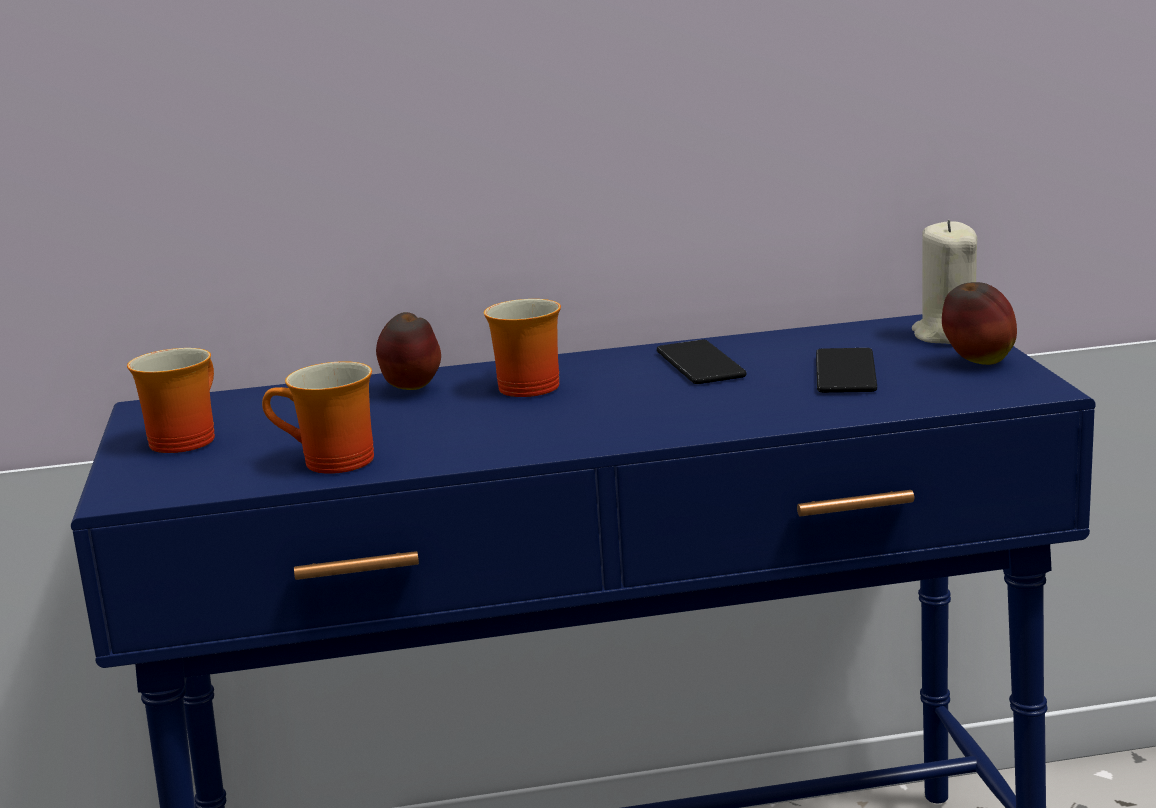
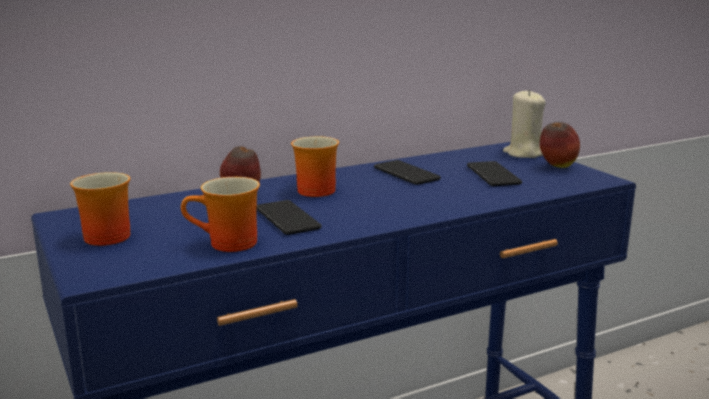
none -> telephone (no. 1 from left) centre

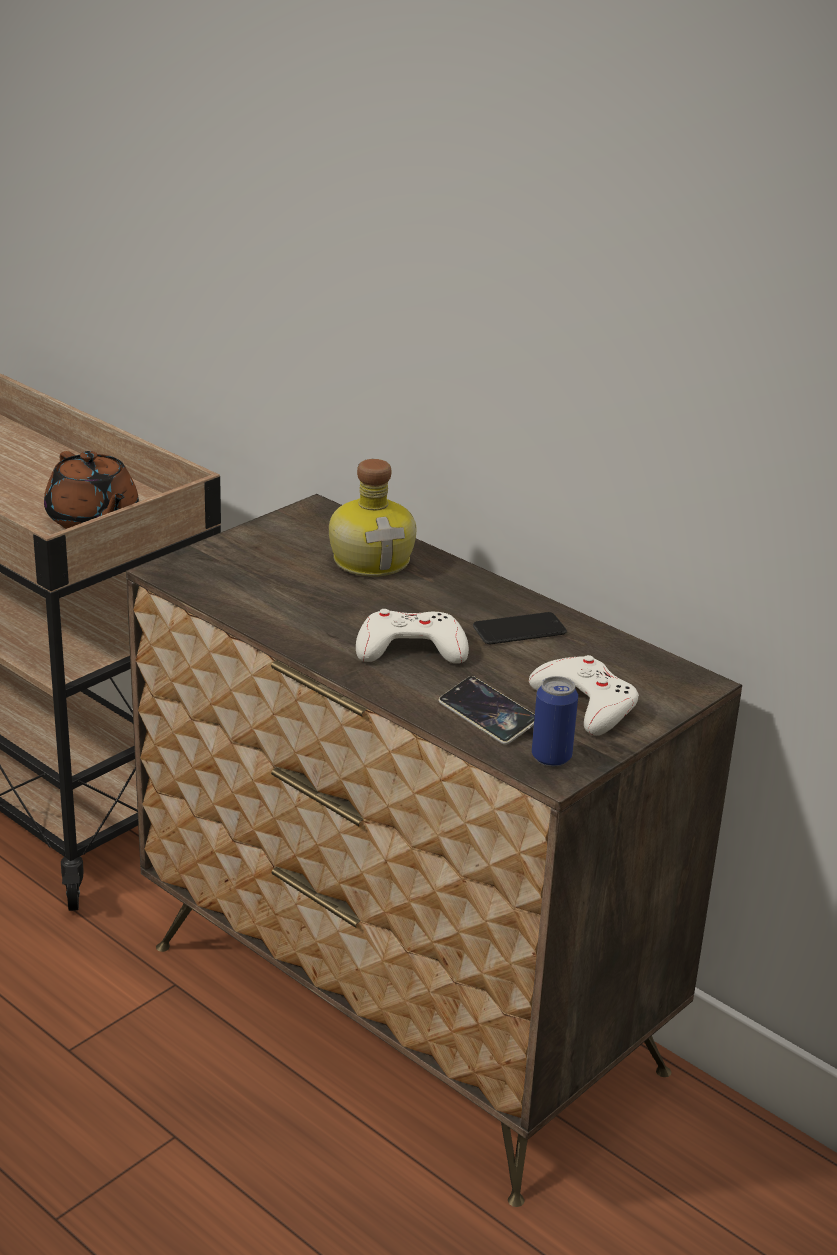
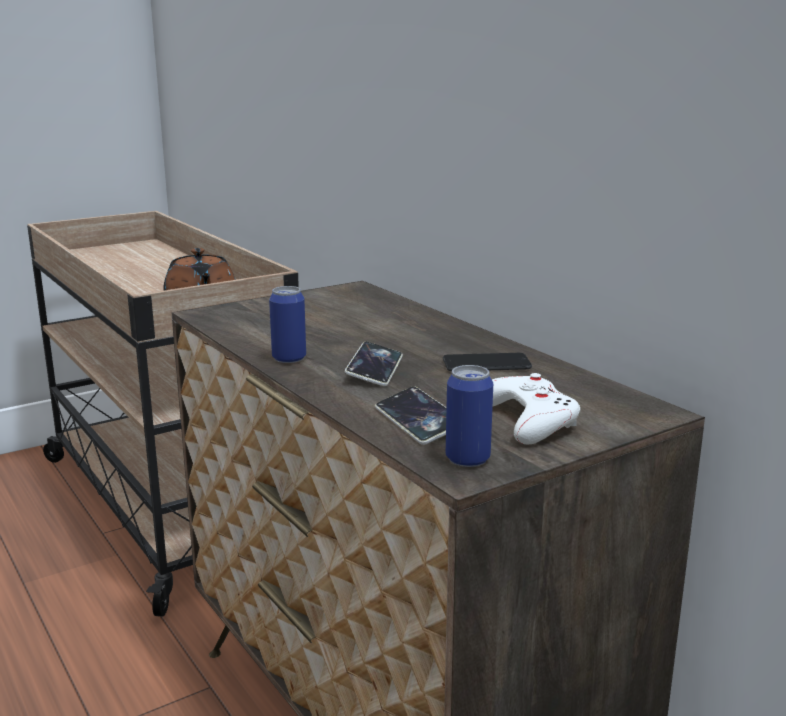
beverage bottle centre -> none
game controller (white-coloured) (no. 1 from left) centre -> telephone (no. 1 from left) centre
none -> sealed can (no. 1 from left) centre

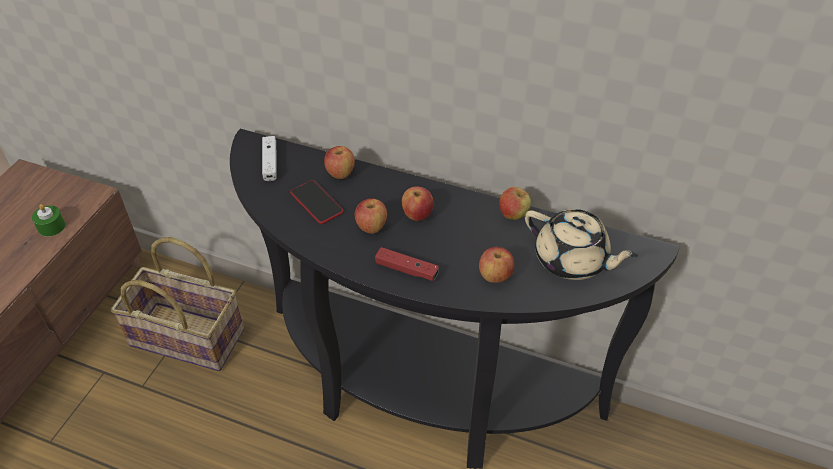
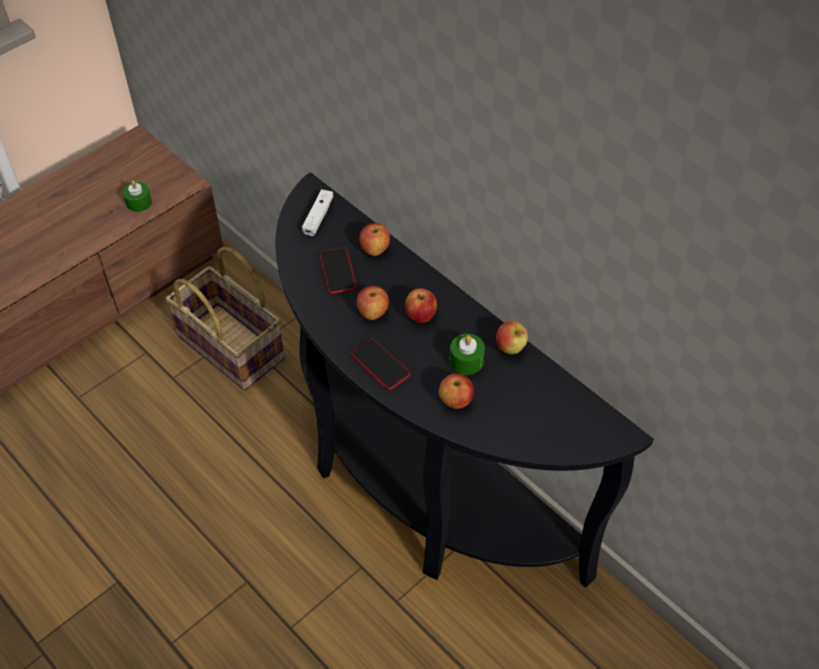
pot for tea (sand-coloured) middle right -> none
game controller (red-coloured) centre -> telephone (no. 2 from left) centre
none -> wax light (green) (no. 2 from left) centre

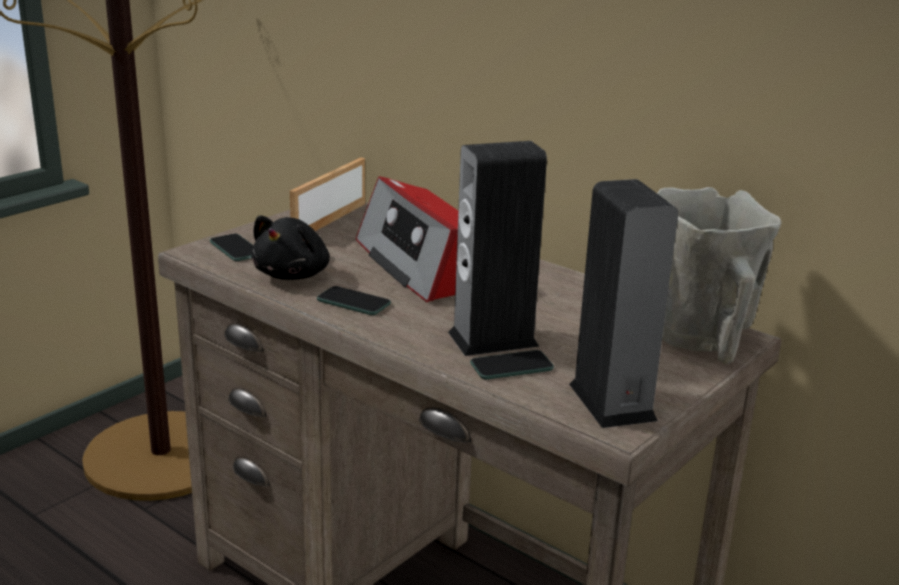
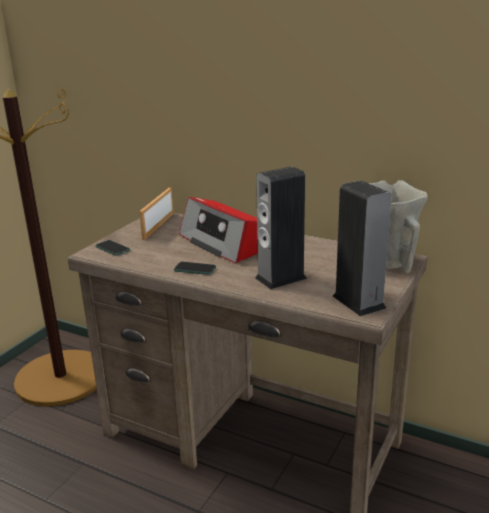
soft toy (black-coloured) middle left -> none
telephone (no. 3 from left) centre -> none

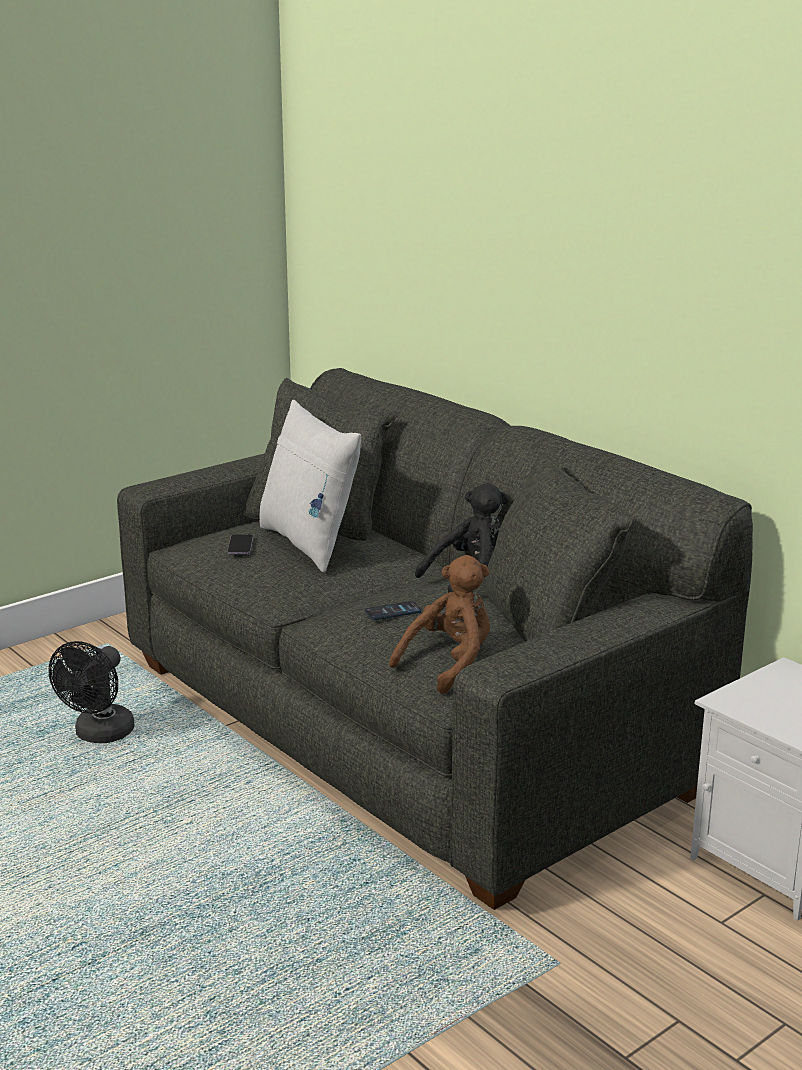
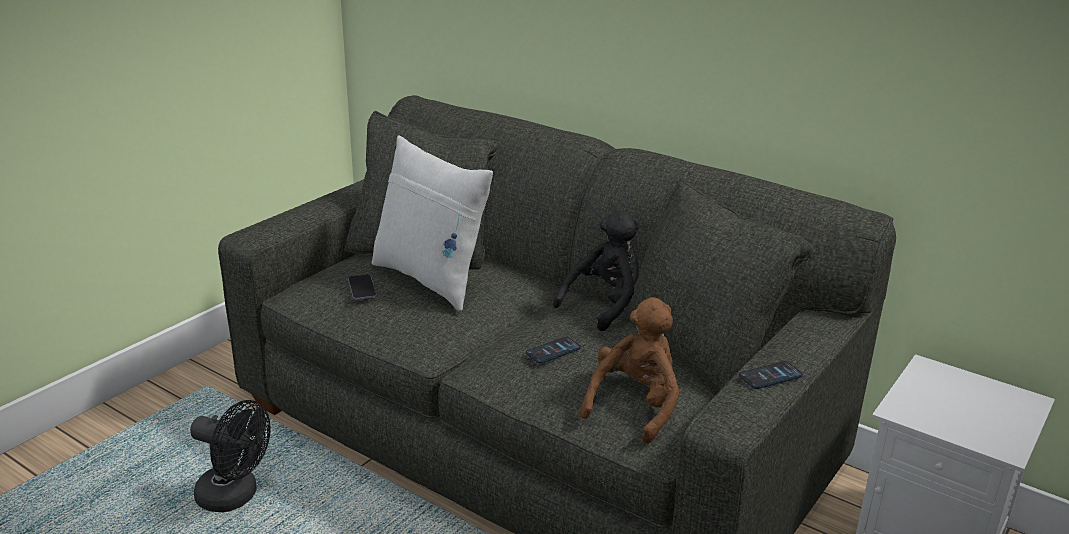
fan (black-coloured) middle left -> fan (black-coloured) bottom left, 75 degrees counterclockwise
none -> telephone (no. 3 from left) bottom right

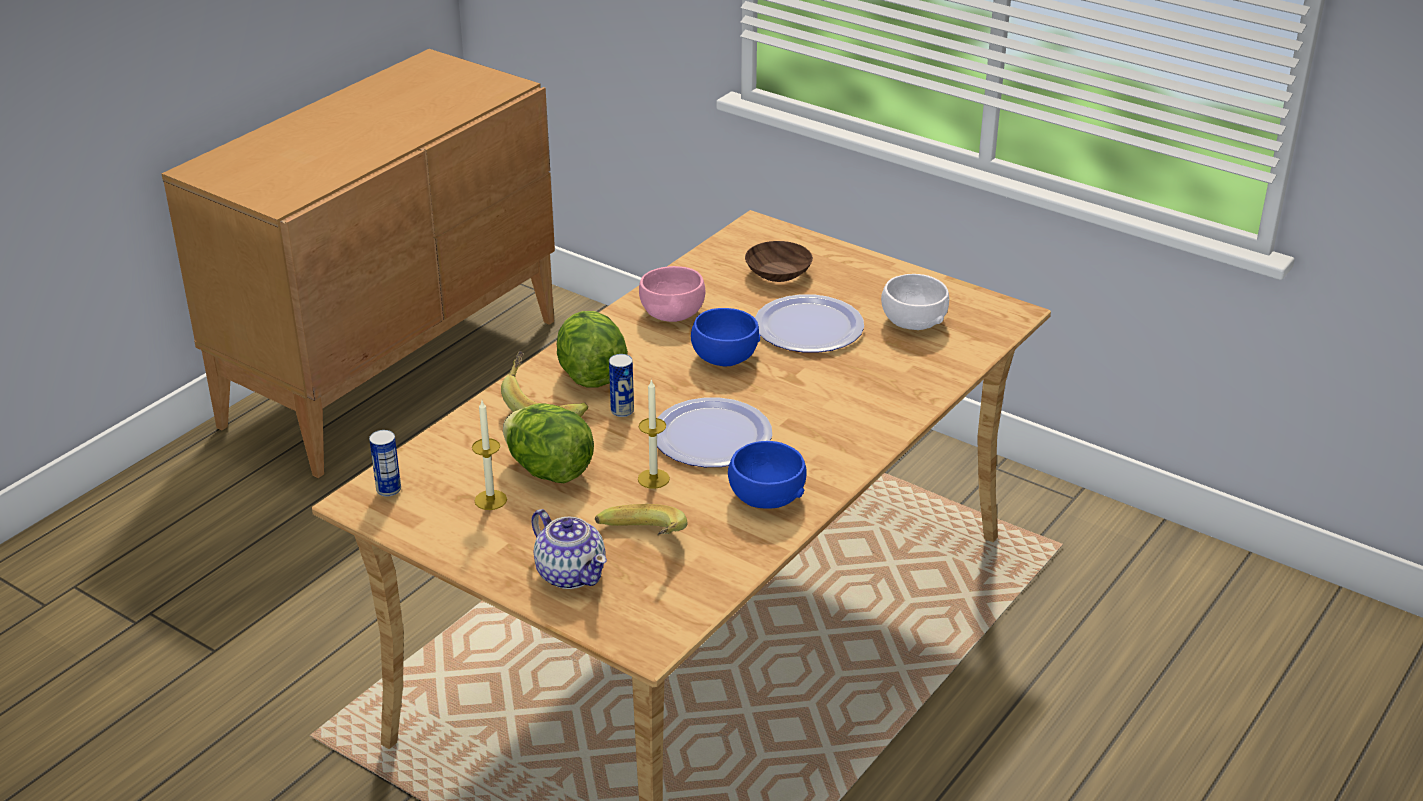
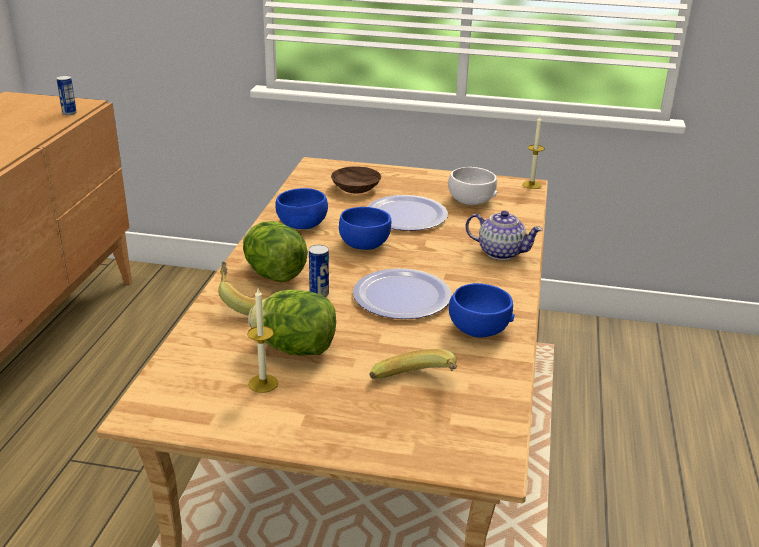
bowl (pinkish) centre -> bowl (blue-coloured) (no. 1 from left) centre
wax light (no. 2 from left) centre -> wax light (no. 2 from left) top right, shifted
sealed can (no. 1 from left) middle left -> sealed can (no. 1 from left) top left, shifted
pot for tea bottom centre -> pot for tea centre, shifted

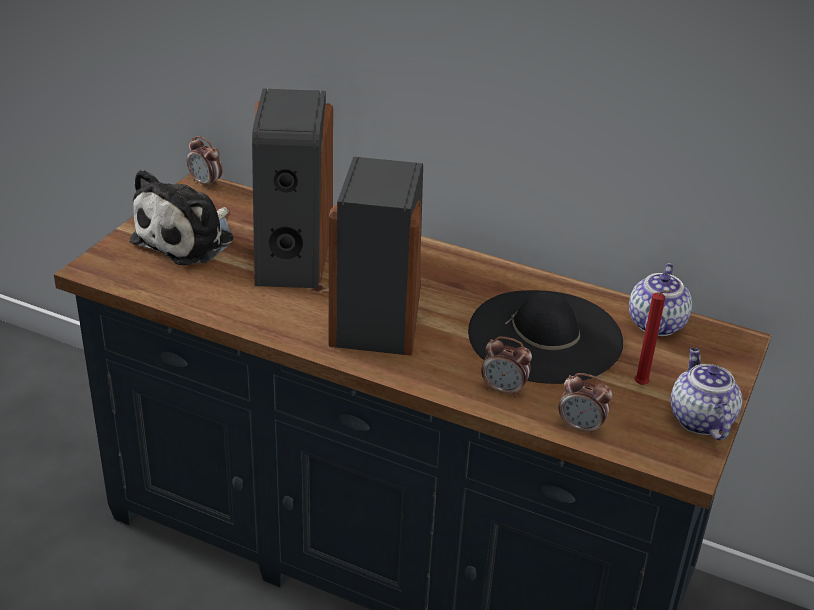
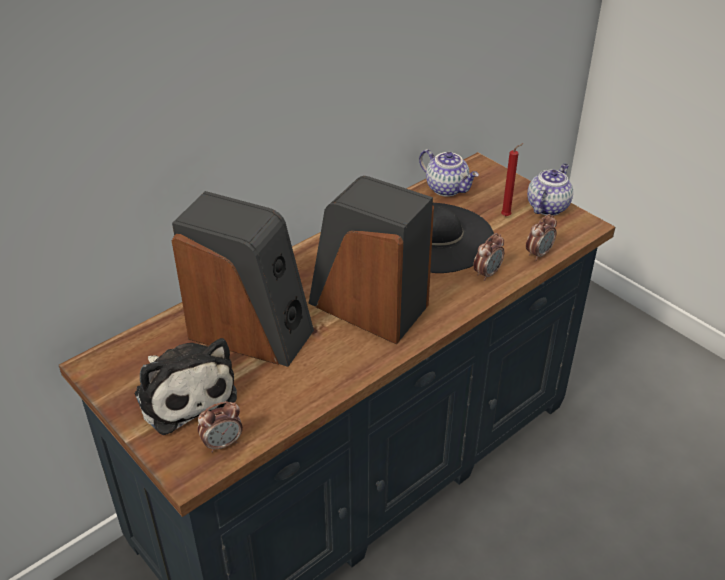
alarm clock (no. 1 from left) top left -> alarm clock (no. 1 from left) bottom left, shifted
pot for tea (no. 2 from left) middle right -> pot for tea (no. 2 from left) top right, 105 degrees clockwise

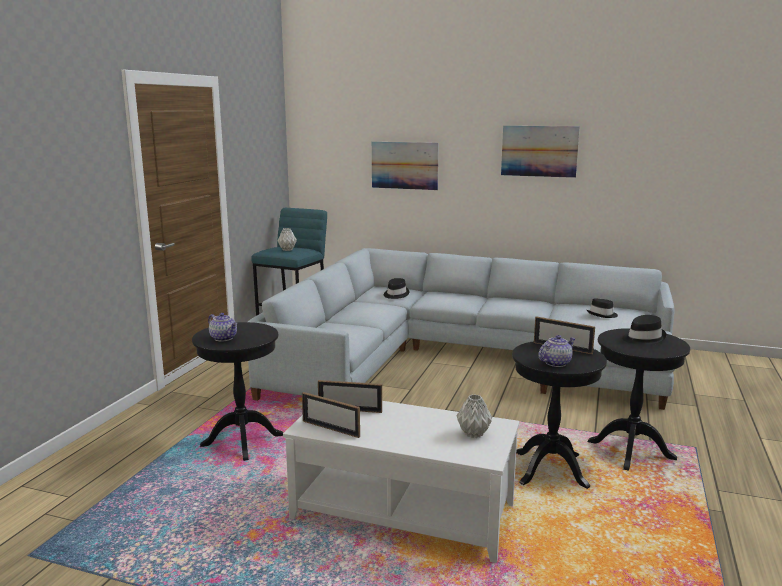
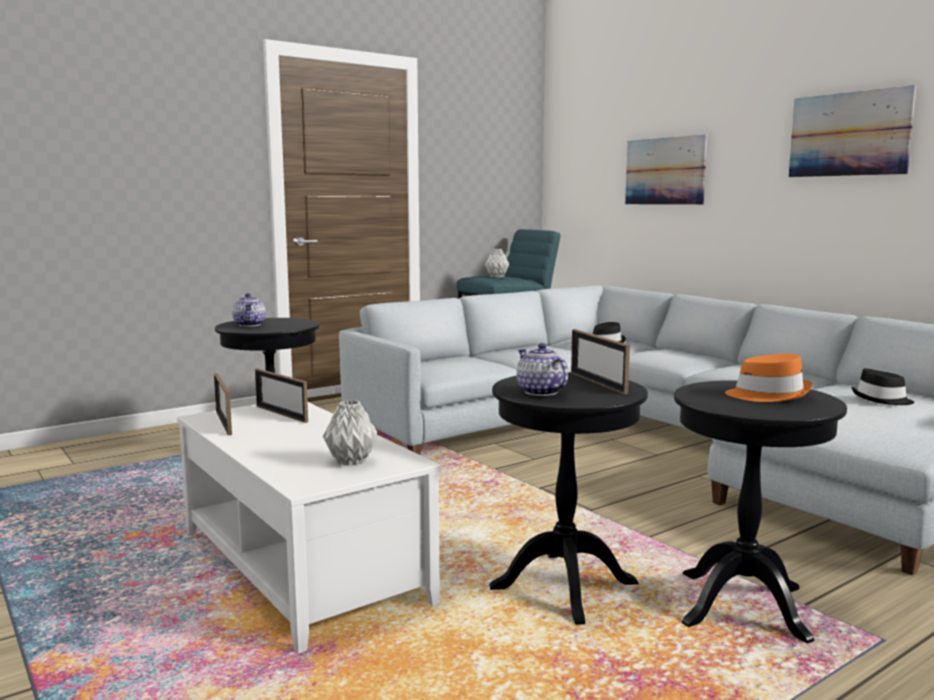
wearable hat (black-coloured) (no. 3 from left) middle right -> wearable hat (orange) middle right
pot for tea (no. 2 from left) middle right -> pot for tea (no. 2 from left) centre, 120 degrees counterclockwise

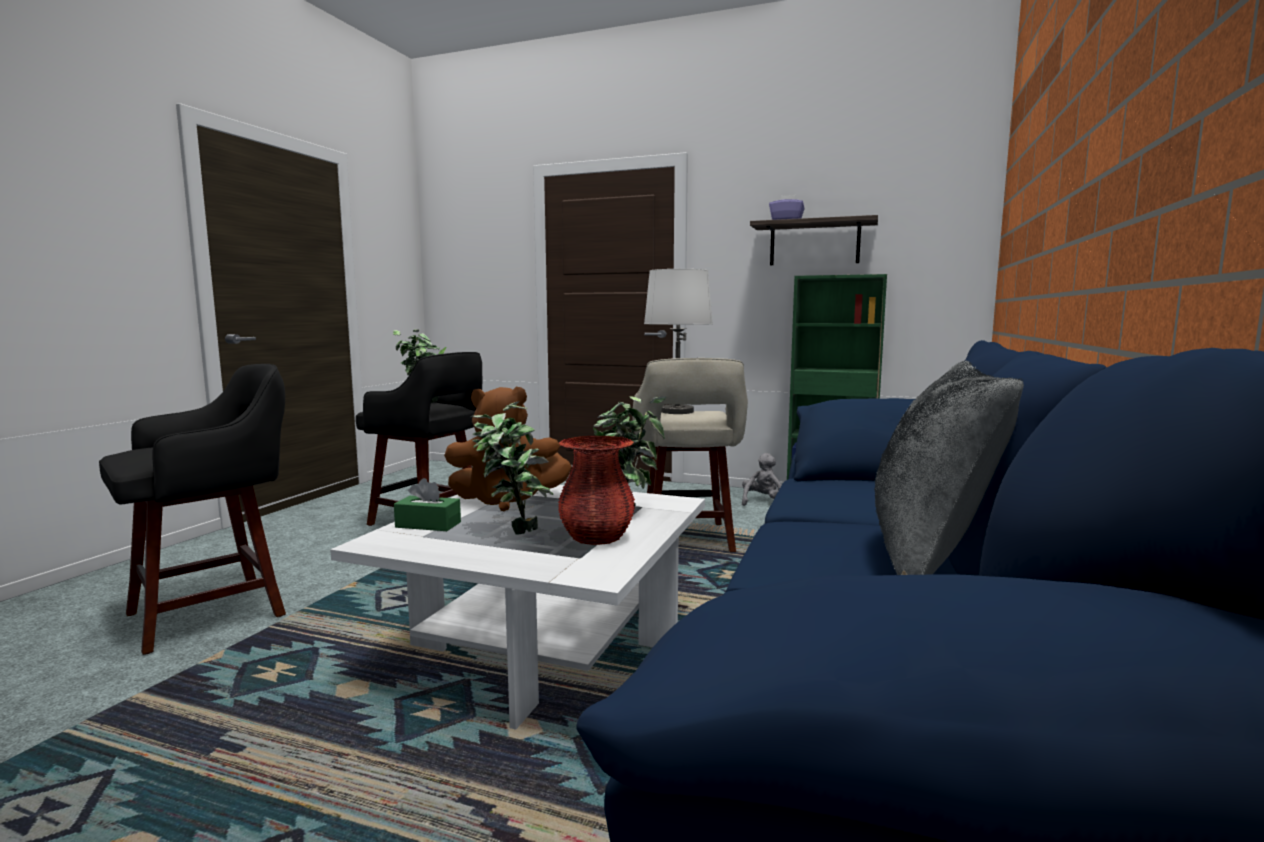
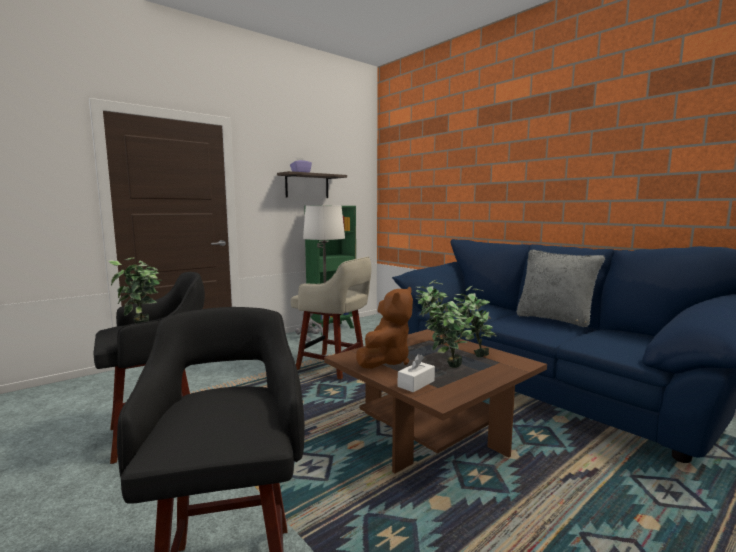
flower vase (red-coloured) centre -> houseplant (no. 4 from left) centre
box of tissues (green) centre -> box of tissues (white-coloured) bottom centre
coffee table (white-coloured) bottom centre -> coffee table (brown) bottom centre

